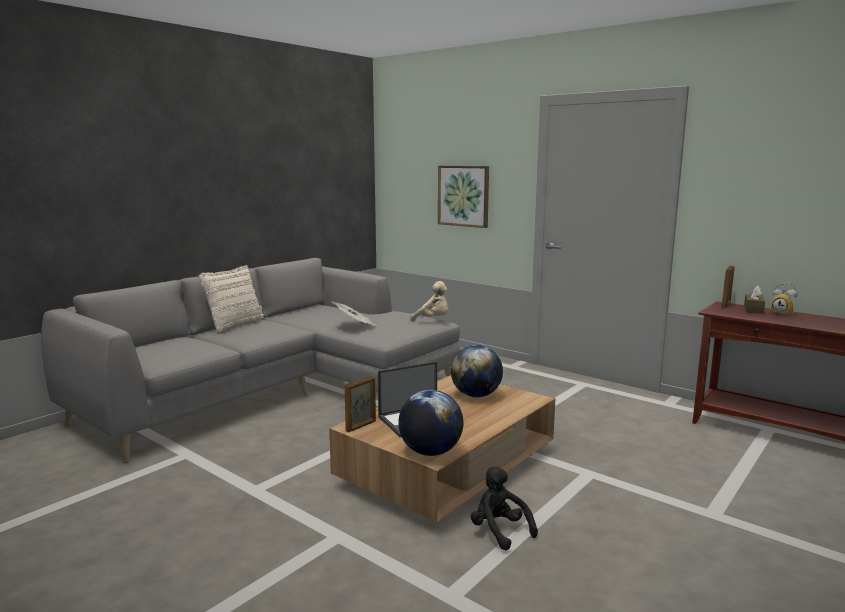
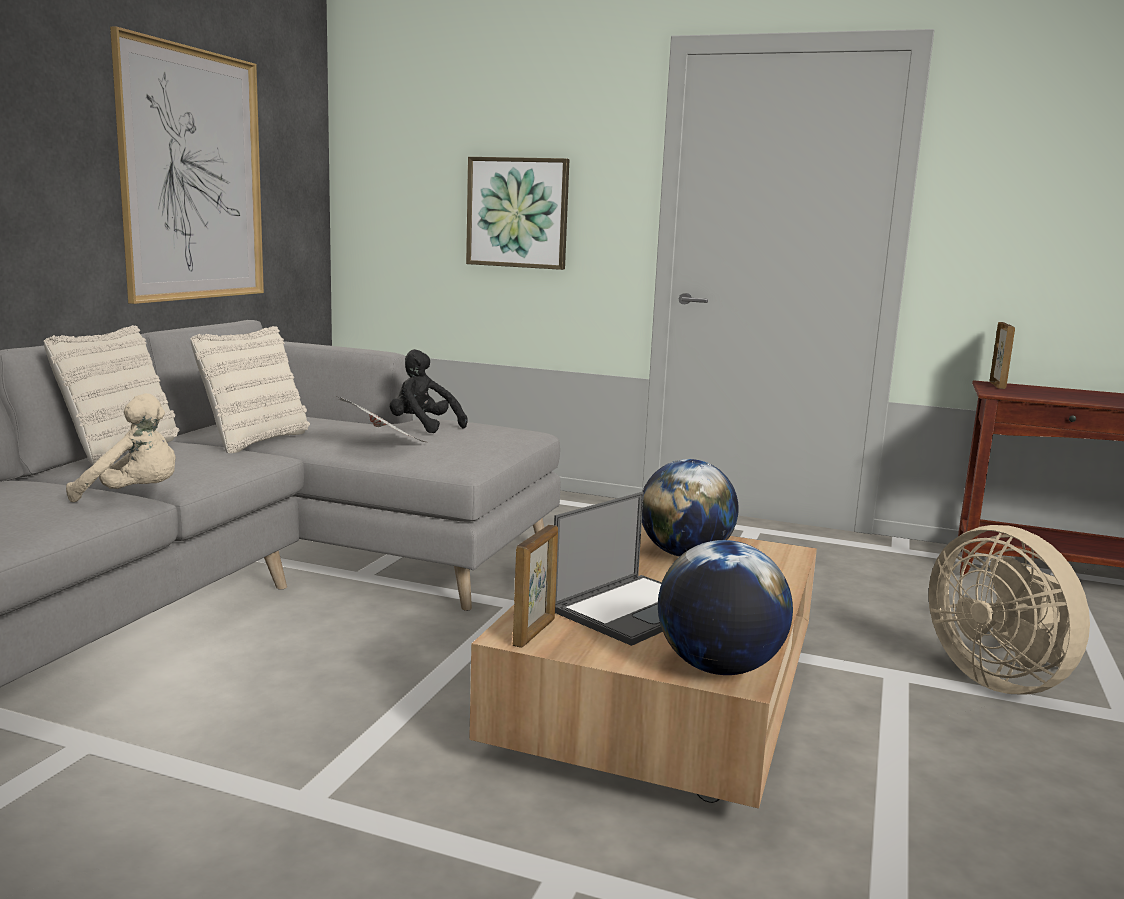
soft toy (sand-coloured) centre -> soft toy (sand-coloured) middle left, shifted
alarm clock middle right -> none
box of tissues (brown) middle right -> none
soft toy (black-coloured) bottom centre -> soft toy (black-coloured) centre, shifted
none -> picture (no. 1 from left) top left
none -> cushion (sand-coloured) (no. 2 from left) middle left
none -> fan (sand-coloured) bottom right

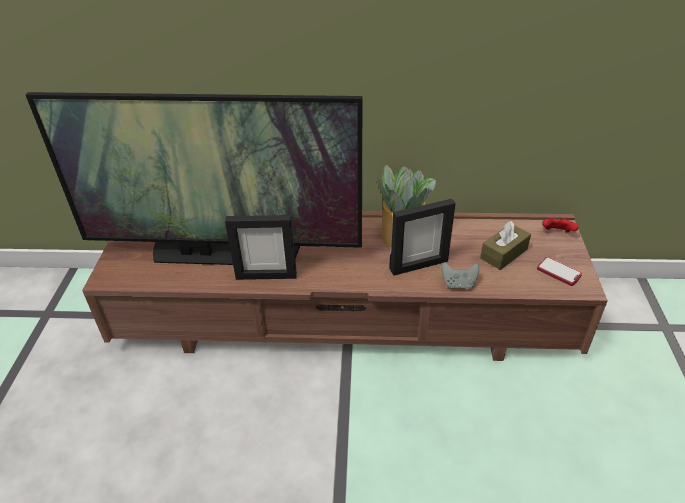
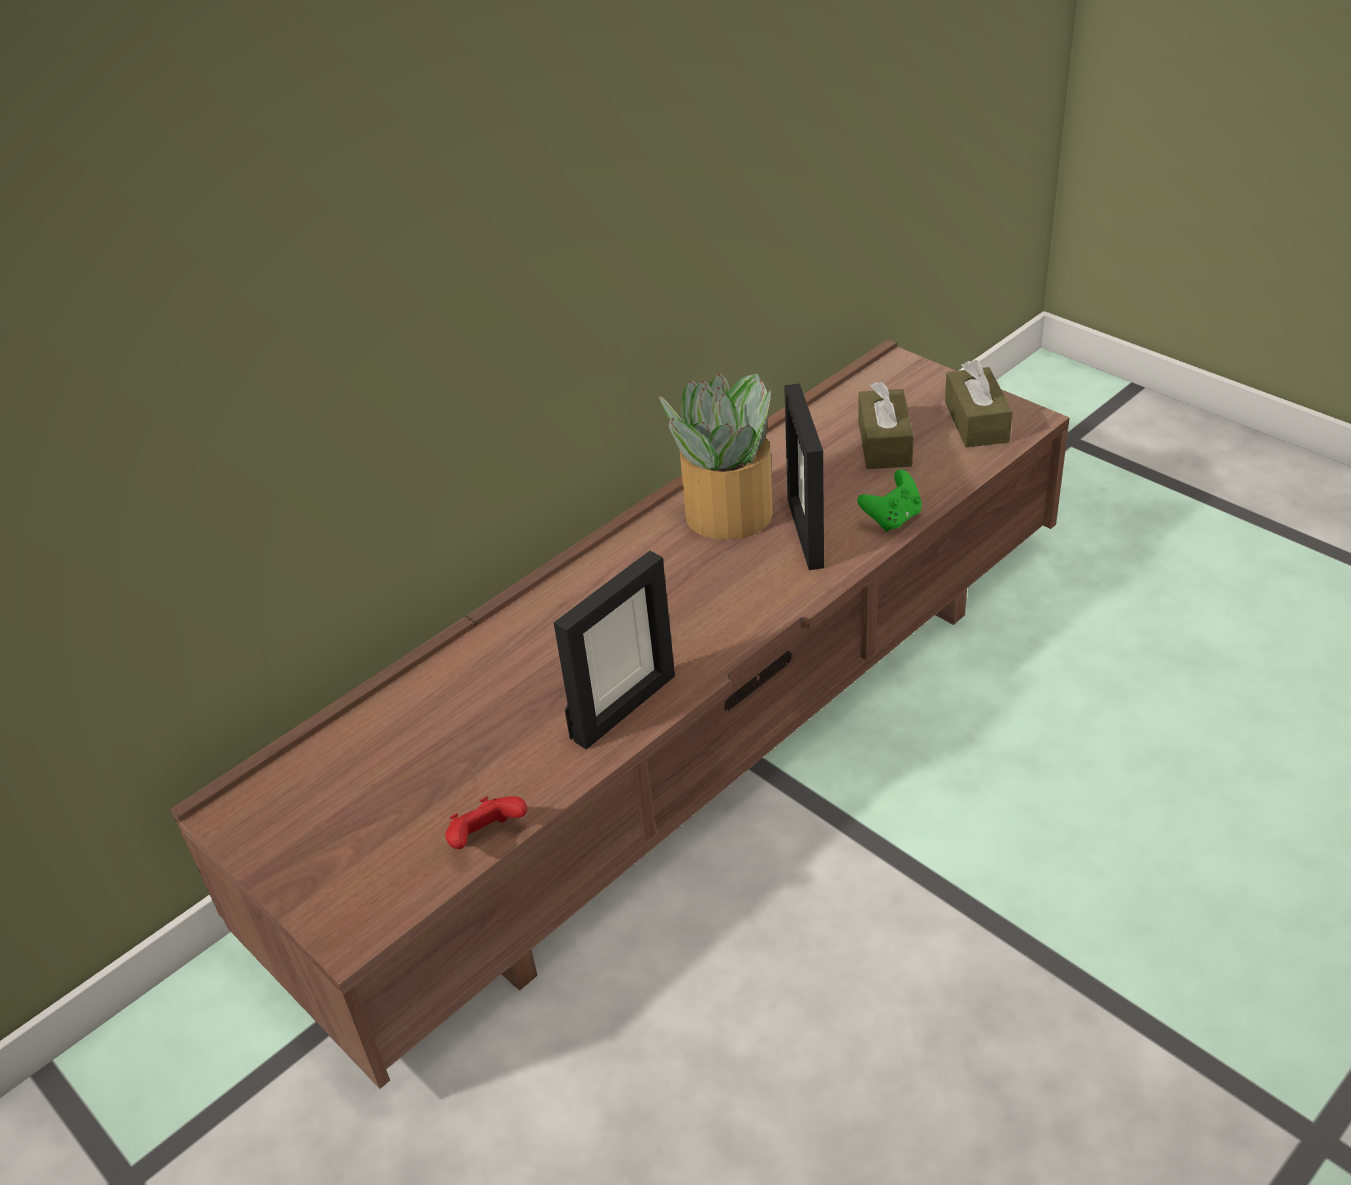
TV set middle left -> none
standing frame (no. 2 from left) centre, 150 degrees clockwise
game controller (red-coloured) middle right -> game controller (red-coloured) bottom centre, shifted
telephone middle right -> box of tissues (brown) (no. 2 from left) middle right
game controller (gray) middle right -> game controller (green) centre

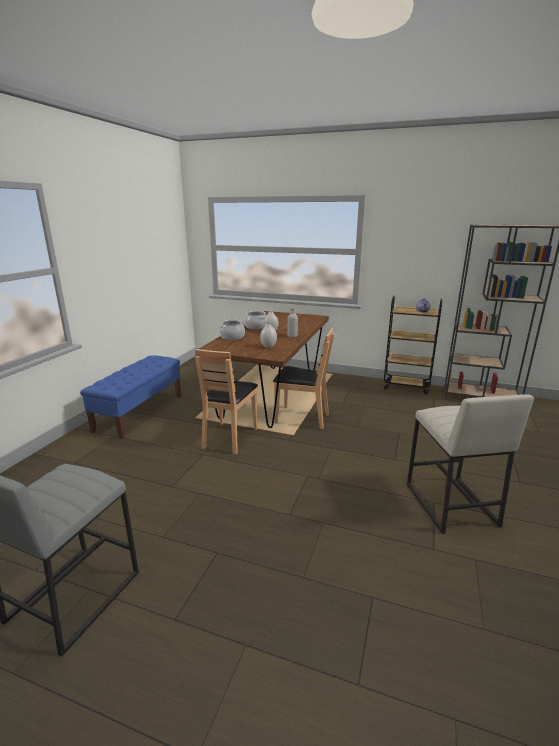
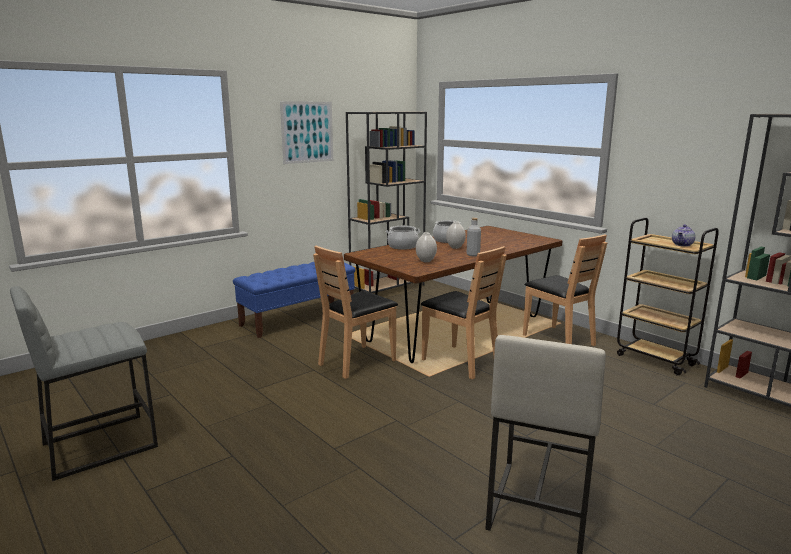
none -> picture top centre
none -> bookcase (no. 1 from left) centre
none -> chair (brown) (no. 3 from left) middle right

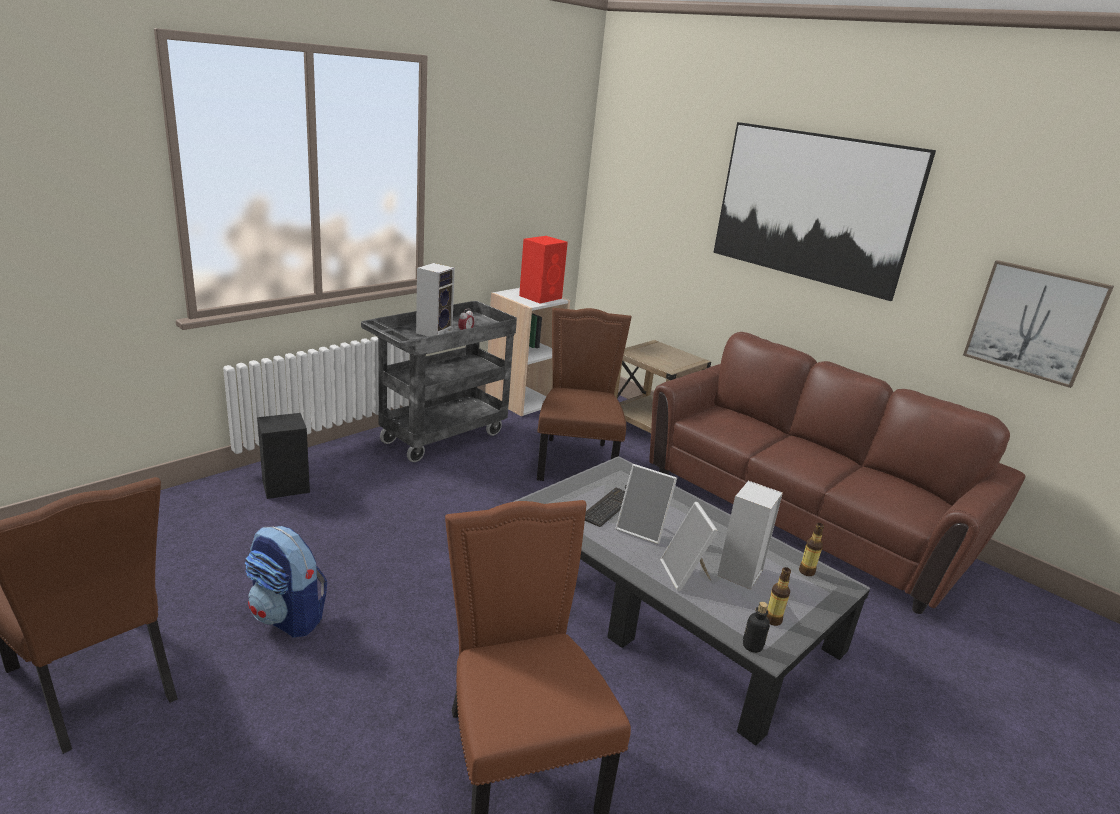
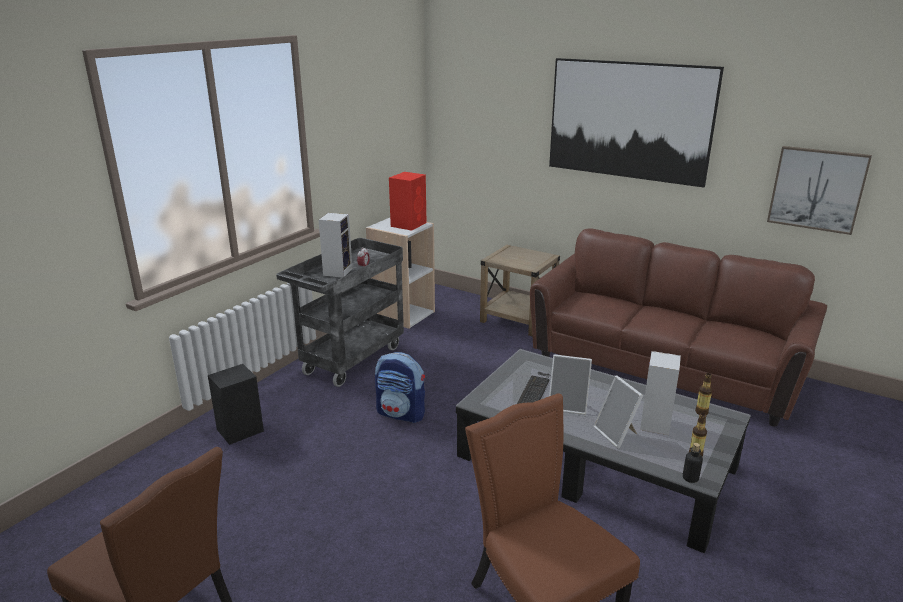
chair (brown) (no. 3 from left) centre -> none
rucksack bottom left -> rucksack centre, shifted

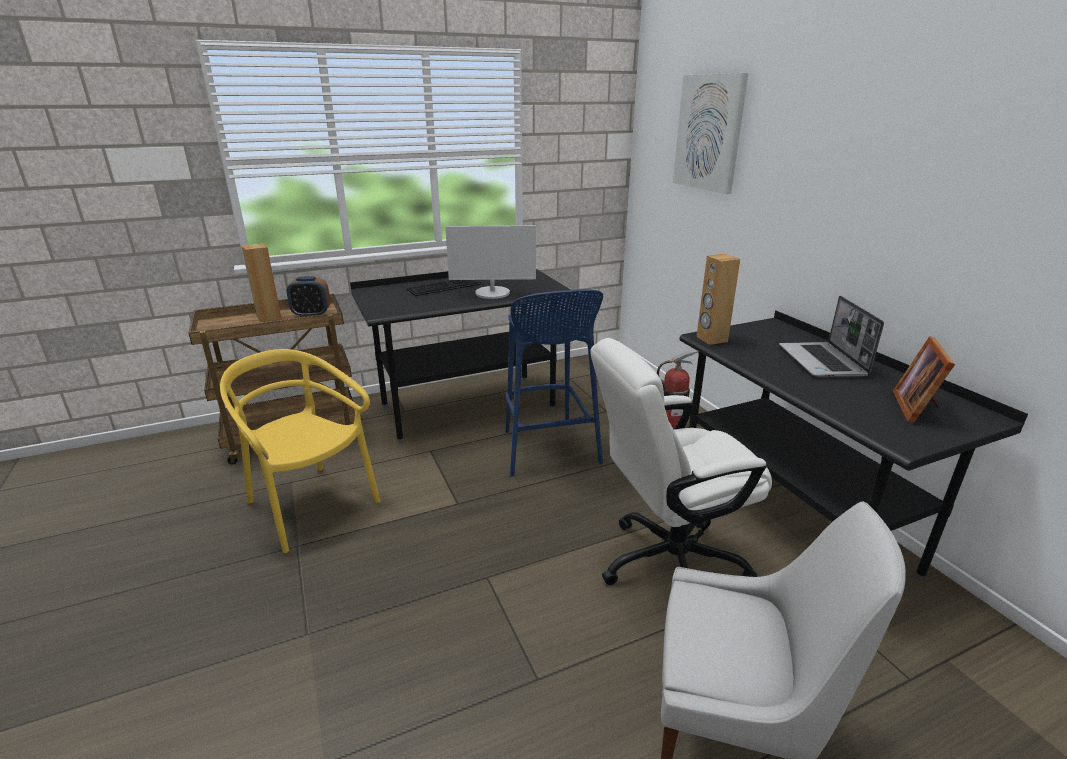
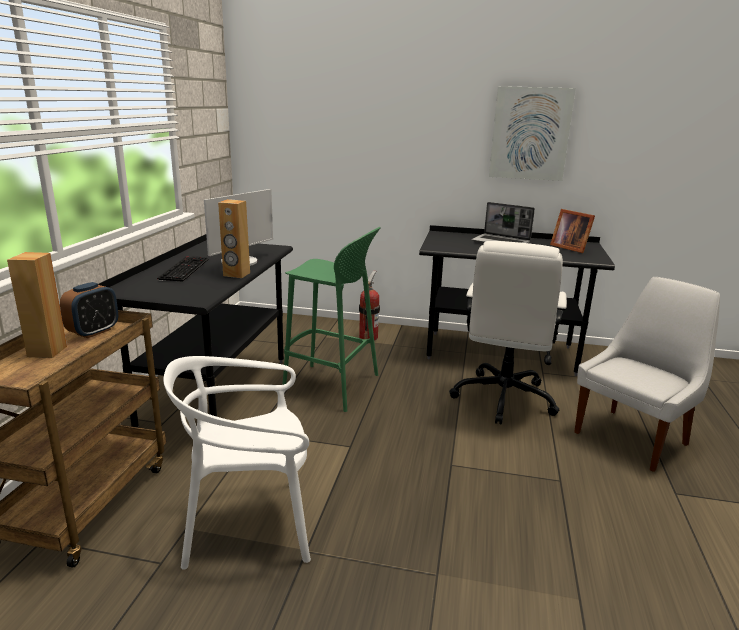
picture top centre -> picture top right, shifted
speaker (brown) (no. 2 from left) middle right -> speaker (brown) (no. 2 from left) middle left, shifted
stool (blue-coloured) centre -> stool (green) centre
chair (yellow-coloured) middle left -> chair (white-coloured) (no. 1 from left) bottom left

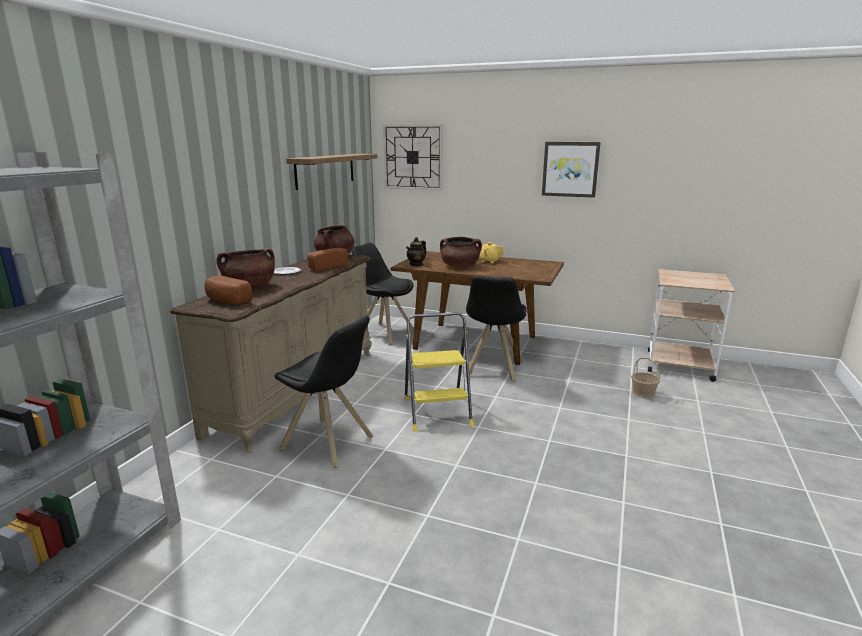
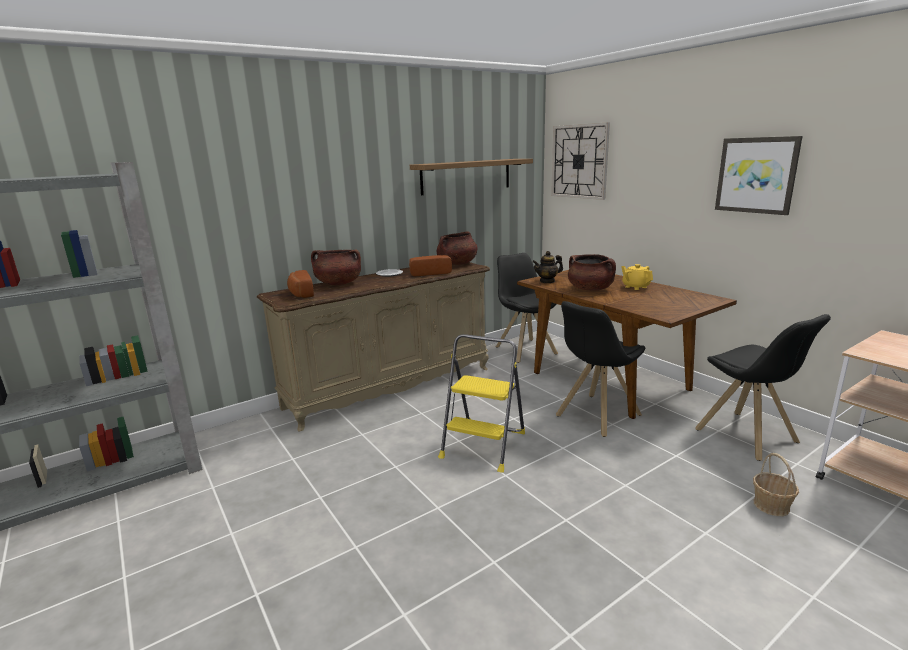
chair (black-coloured) (no. 1 from left in the first image) centre -> chair (black-coloured) (no. 3 from left) middle right, shifted

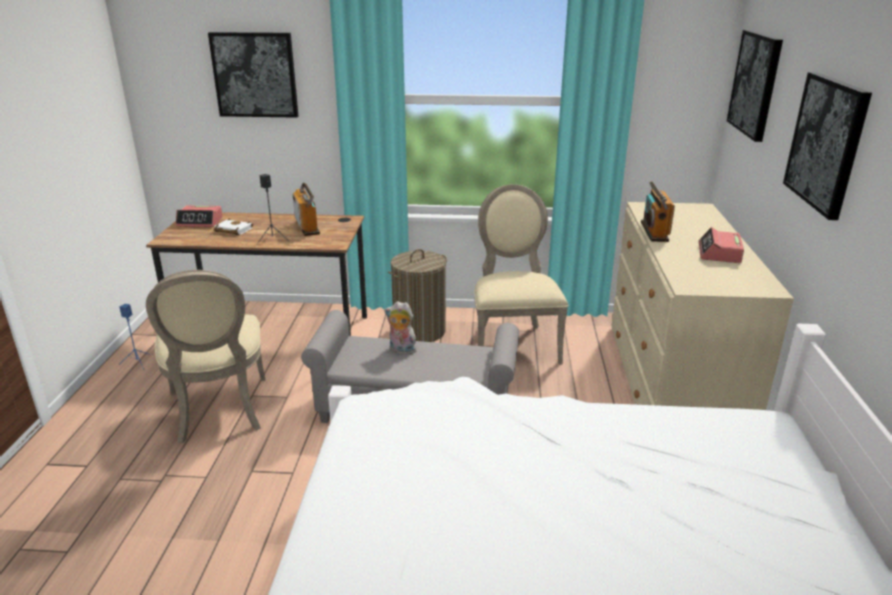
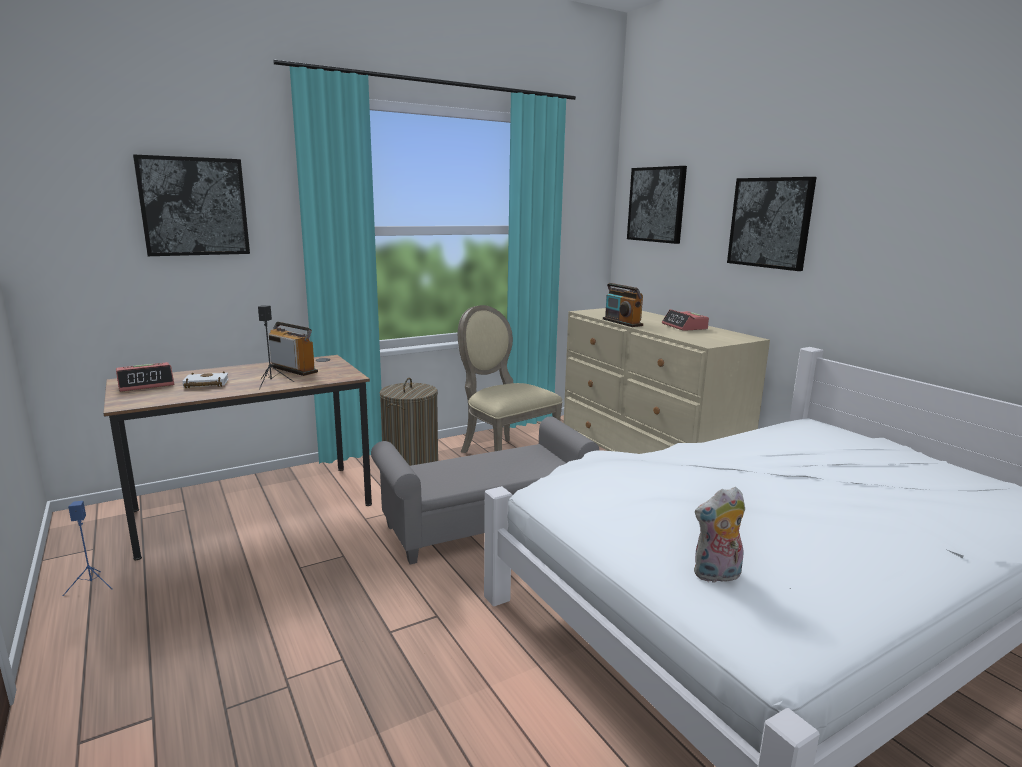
chair (sand-coloured) (no. 1 from left) middle left -> none
soft toy centre -> soft toy bottom right, shifted

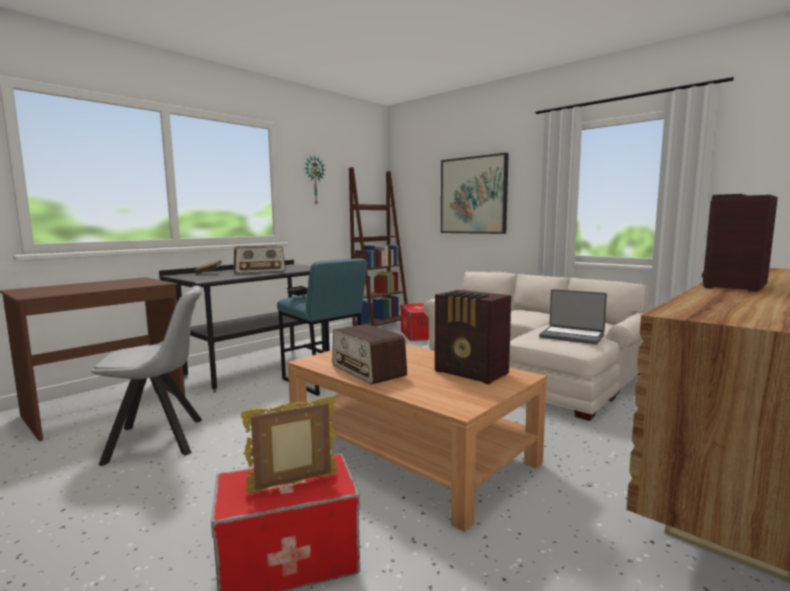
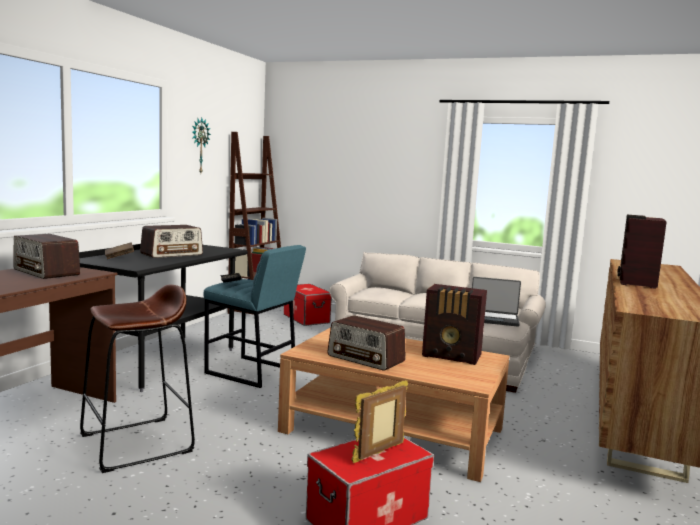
picture top centre -> none
chair (gray) middle left -> stool (brown) bottom left
none -> radio (no. 1 from left) middle left

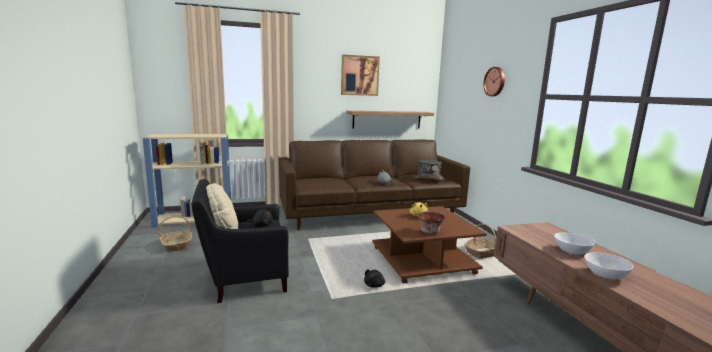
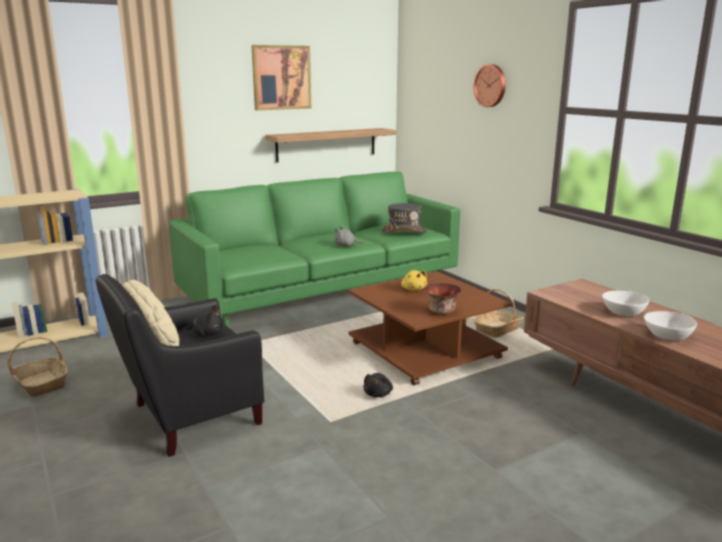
sofa (brown) centre -> sofa (green) centre

